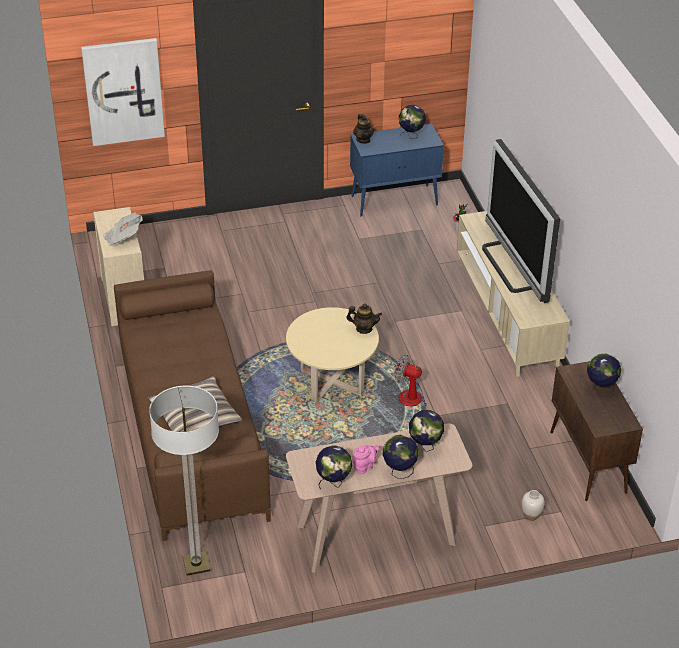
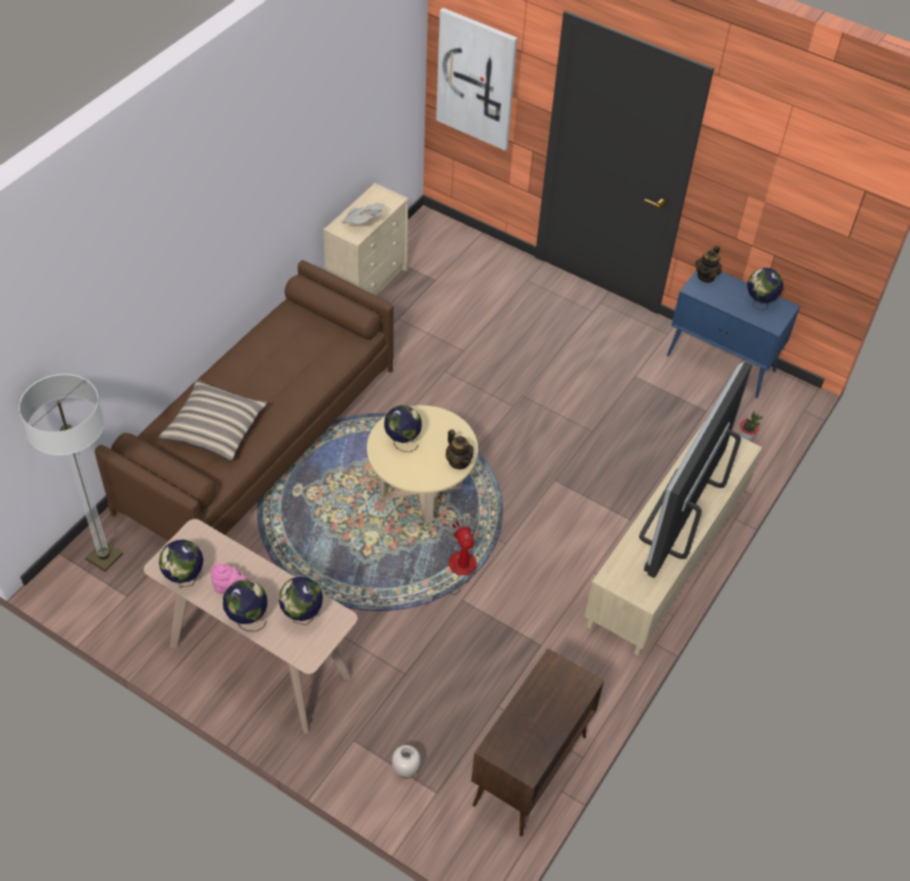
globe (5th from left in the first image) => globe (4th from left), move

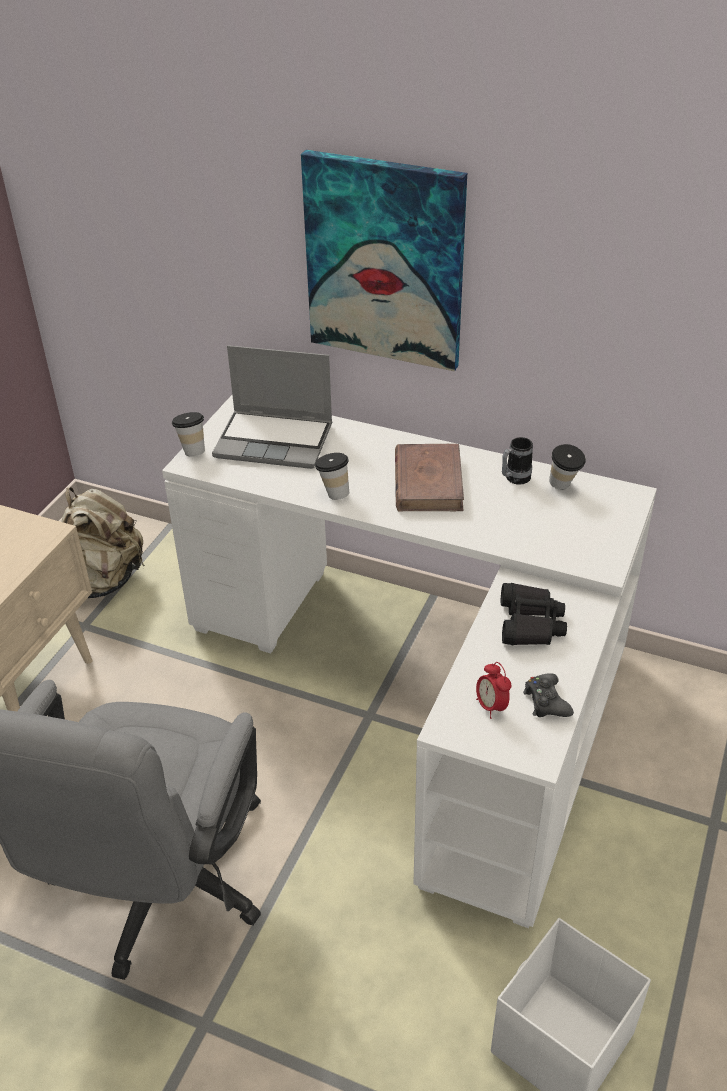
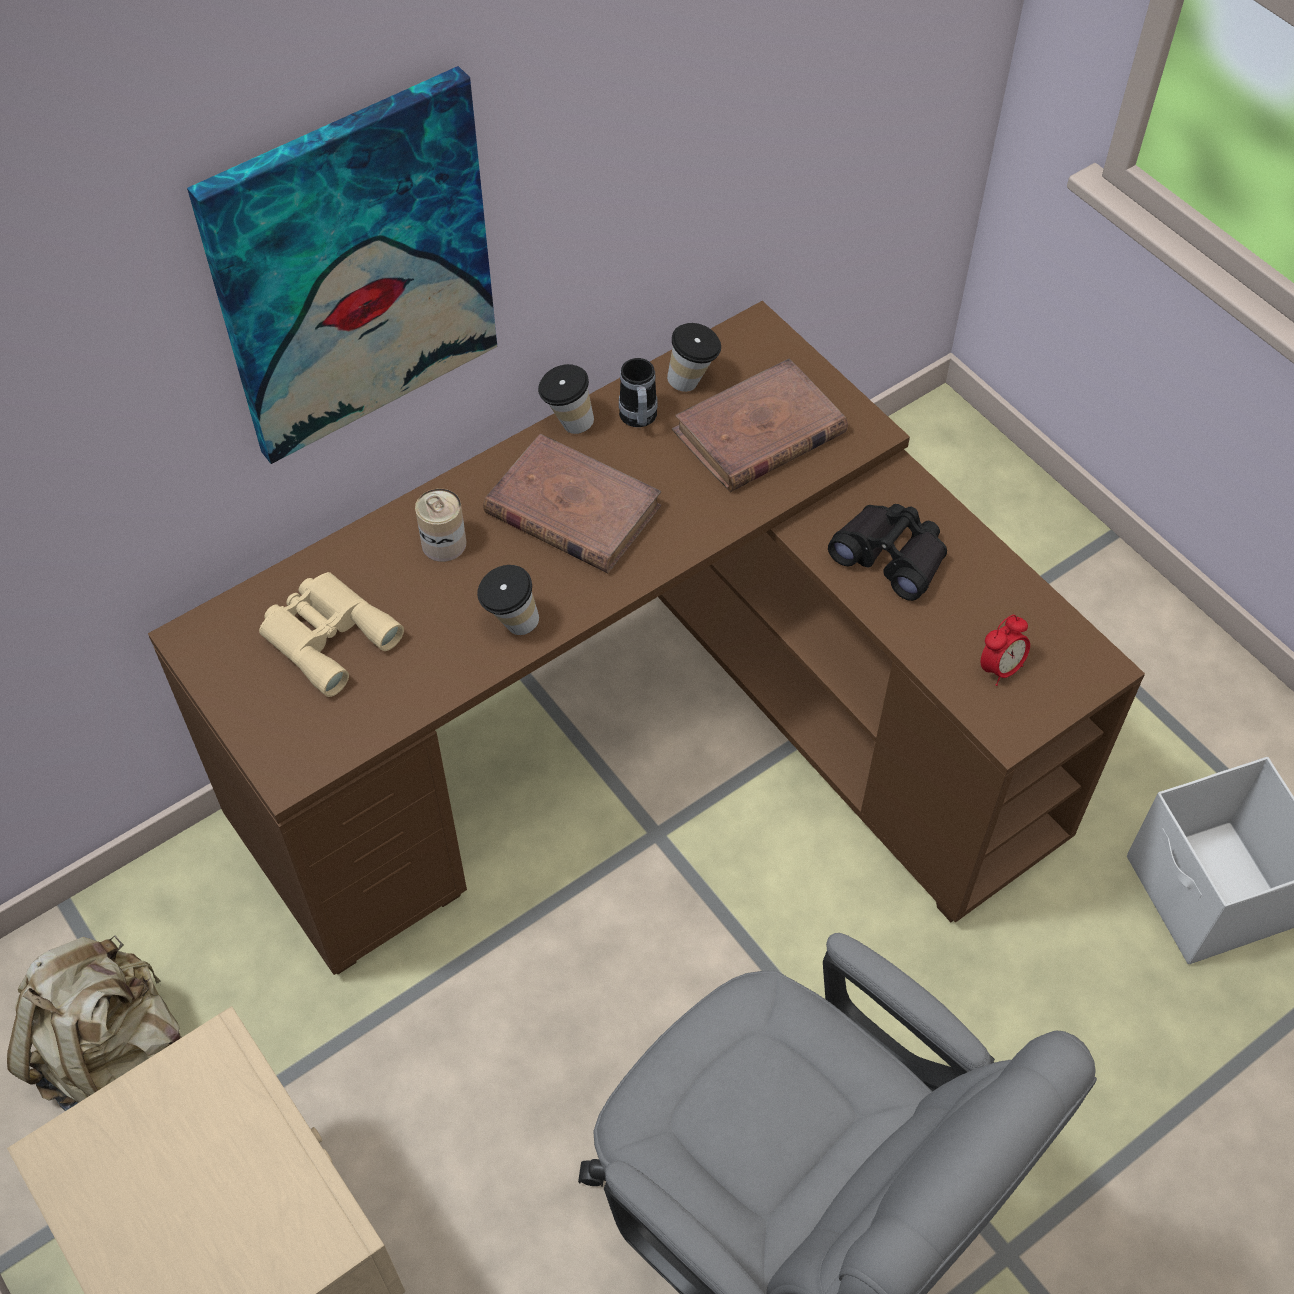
desk/white => desk/brown
laptop => binoculars/beige
nothing => can
cup (1st from left in the first image) => cup (2nd from left), move
nothing => book/brown (2nd from left)
alarm clock, 45 degrees counterclockwise
game controller/black => nothing

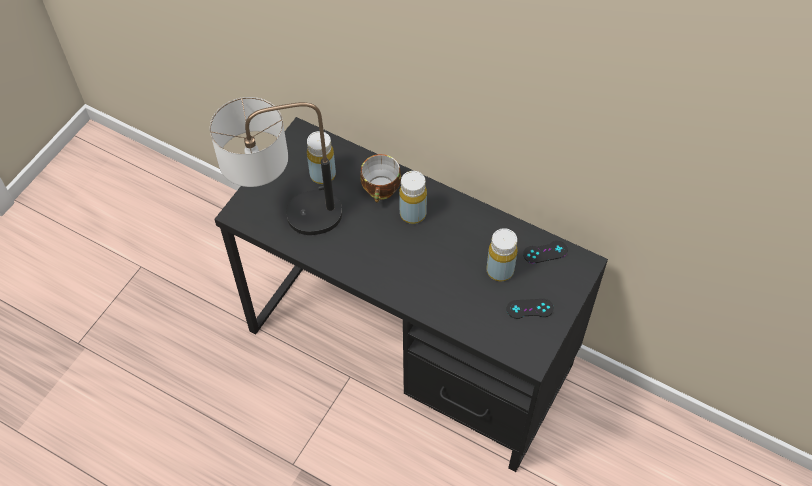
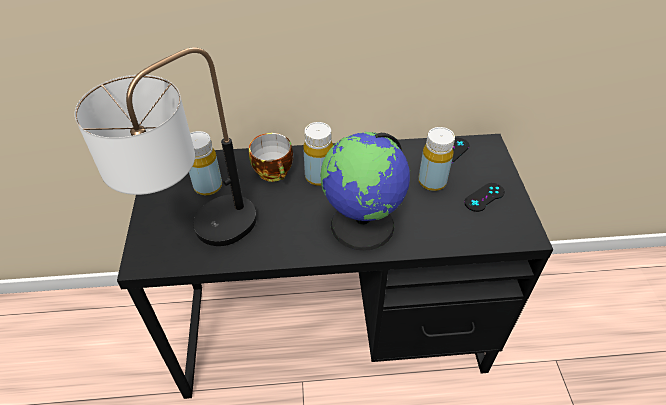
nothing => globe

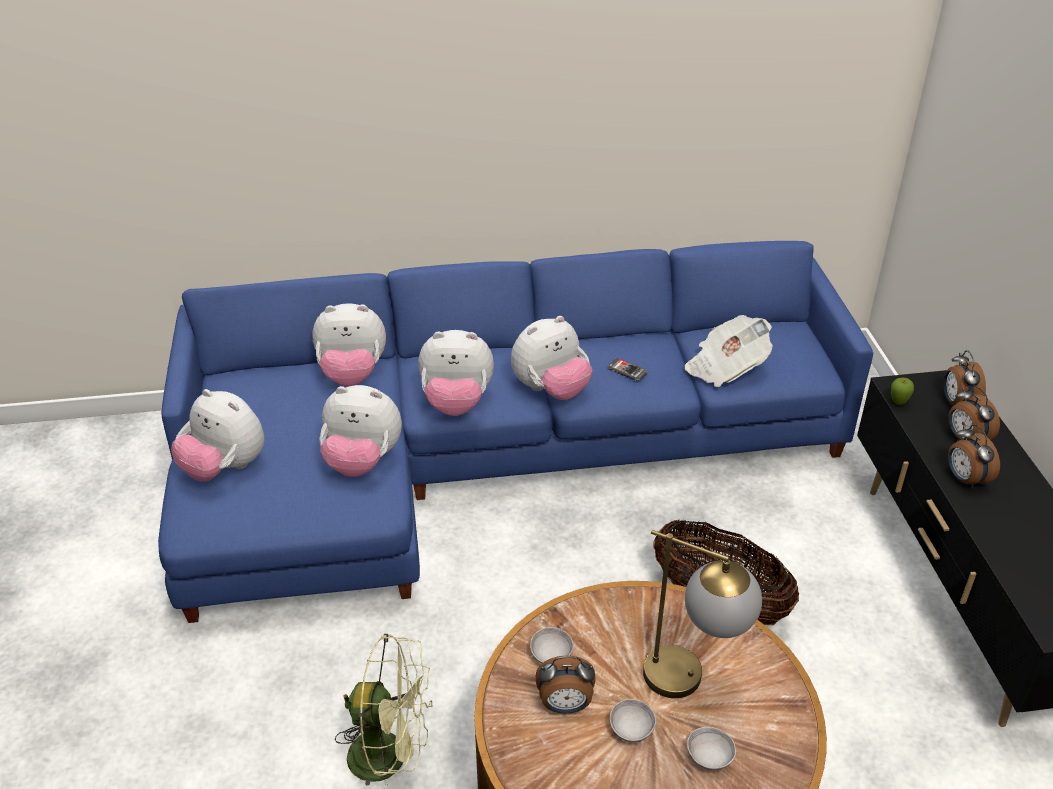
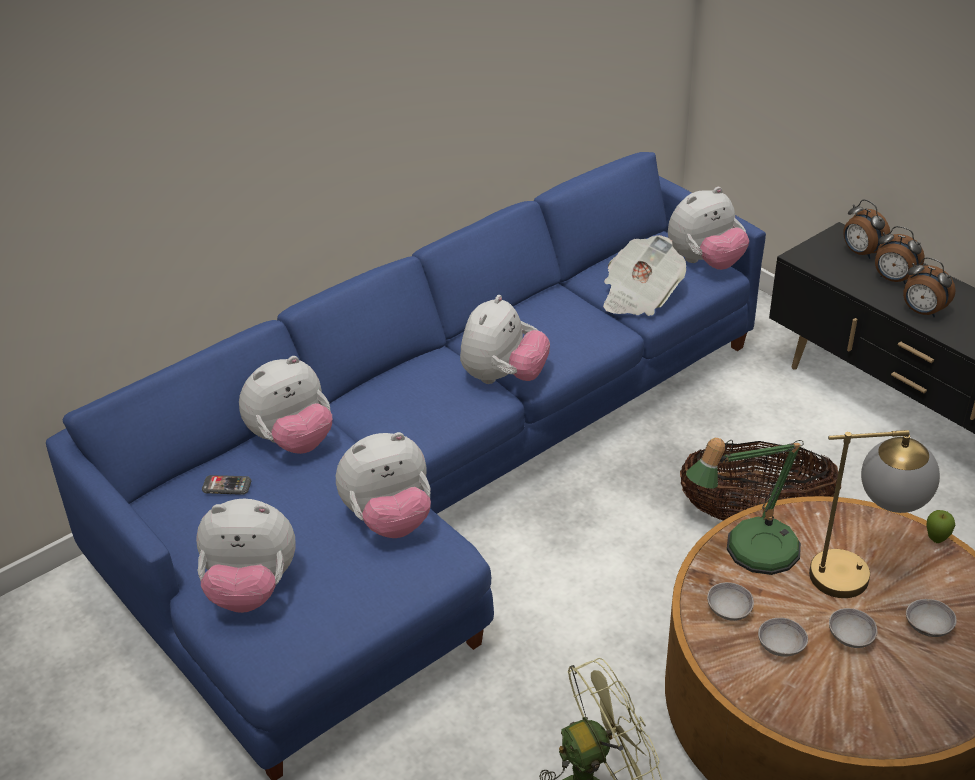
phone, move
plush toy (4th from left in the first image) => plush toy (5th from left), move
nothing => table lamp (1st from left)
alarm clock (1st from left) => bowl/grey (2nd from left)
apple, move

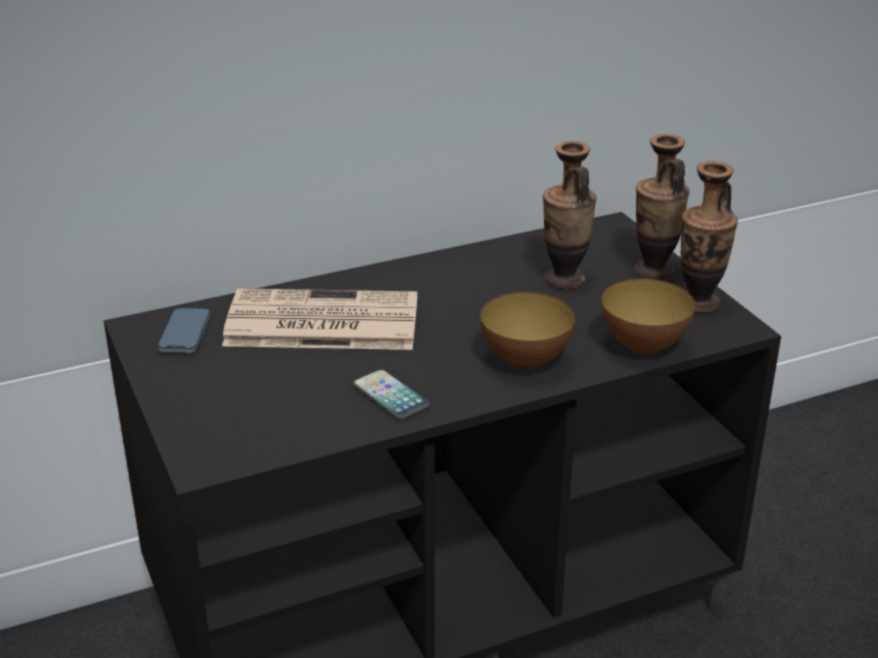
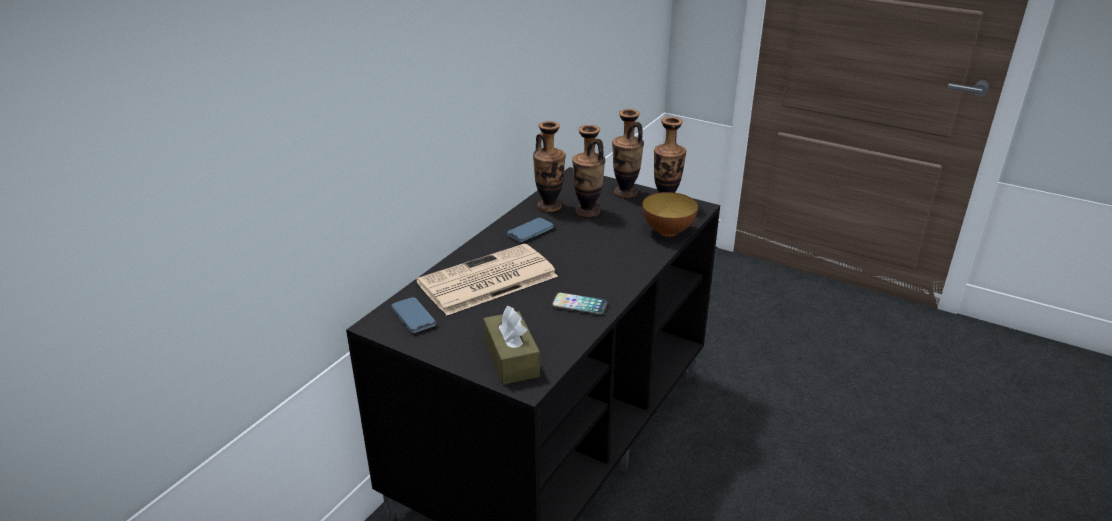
nothing => tissue box/brown
nothing => phone (2nd from left)
nothing => vase (1st from left)
bowl (1st from left) => nothing

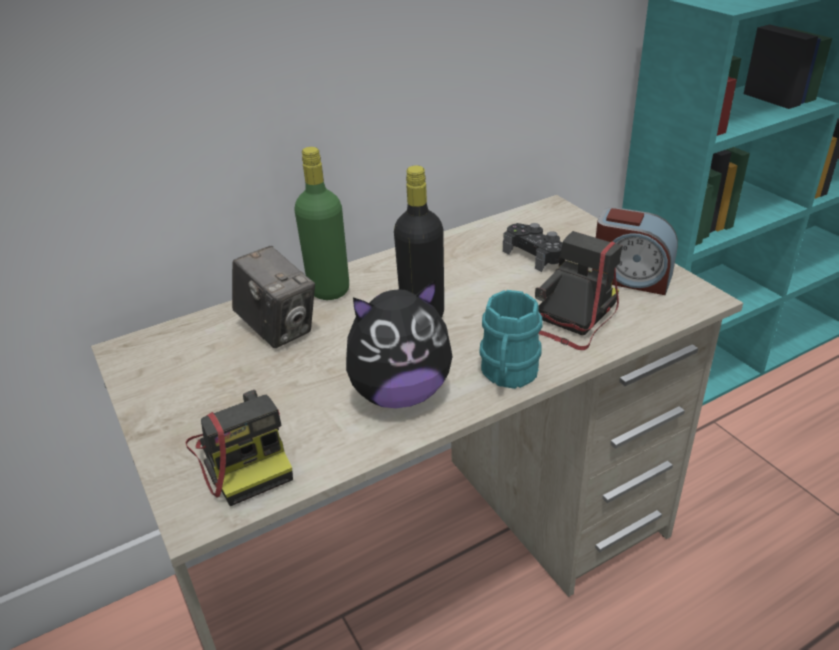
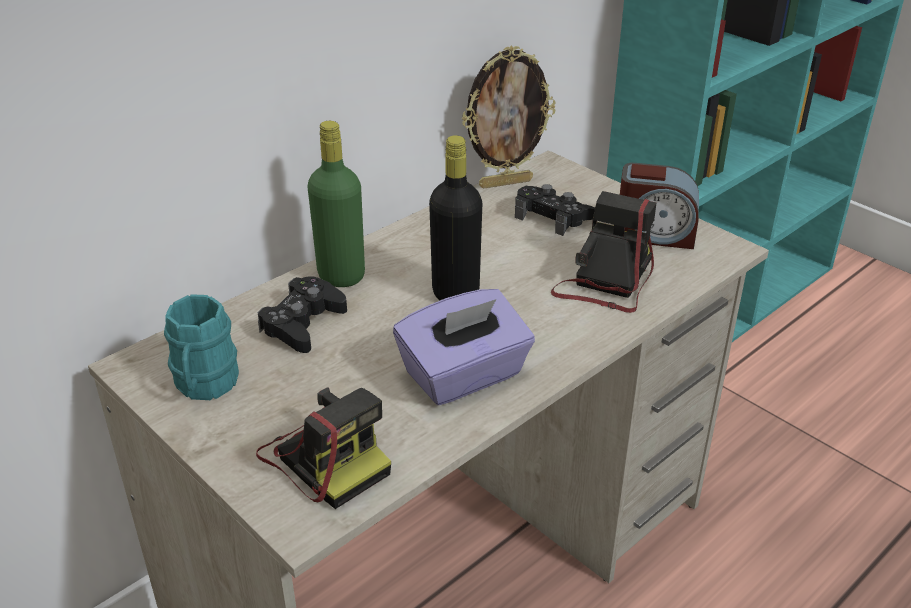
mug/turquoise, move
photo camera (2nd from left) => game controller/black (1st from left)
plush toy => tissue box/purple
nothing => picture frame

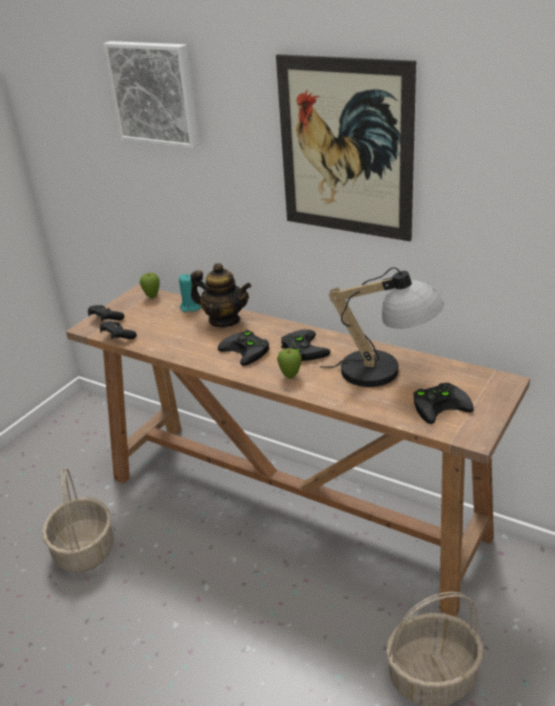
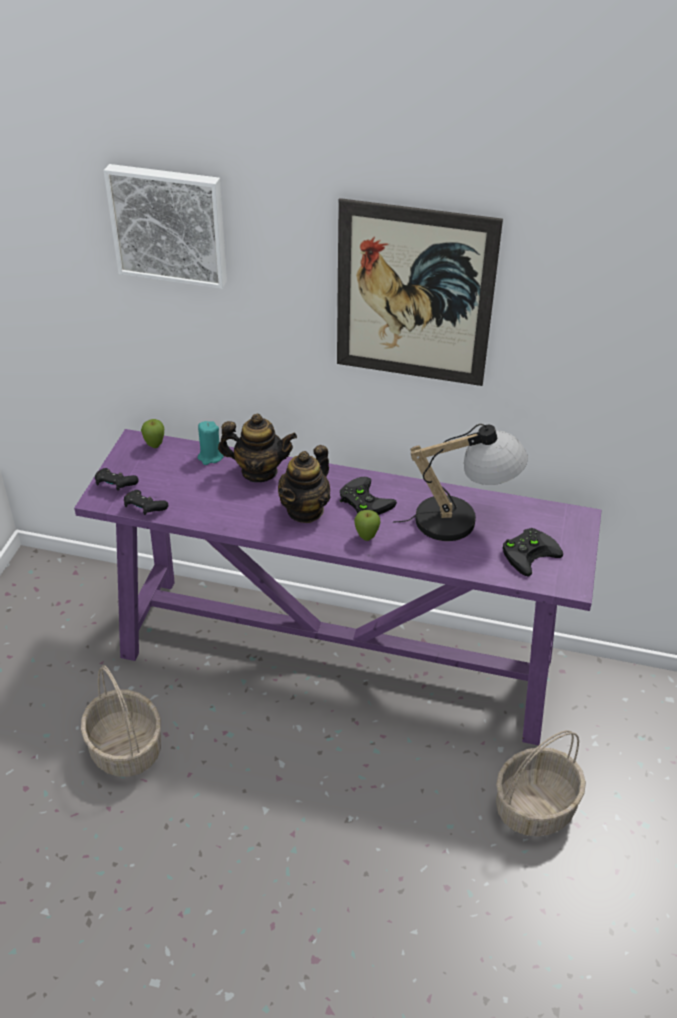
console table/brown => console table/purple
game controller/black (3rd from left) => teapot (2nd from left)

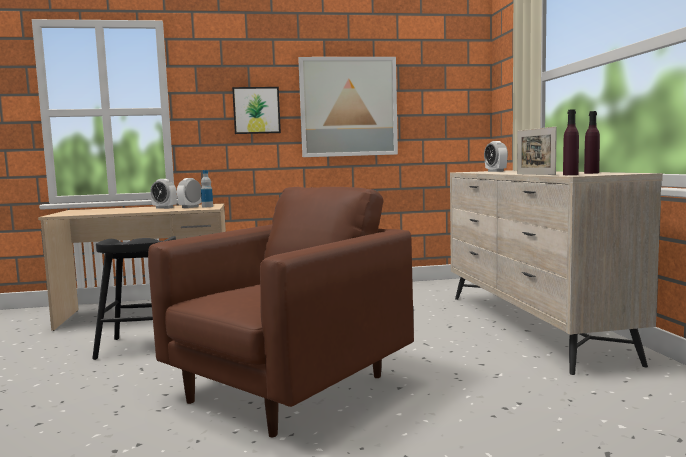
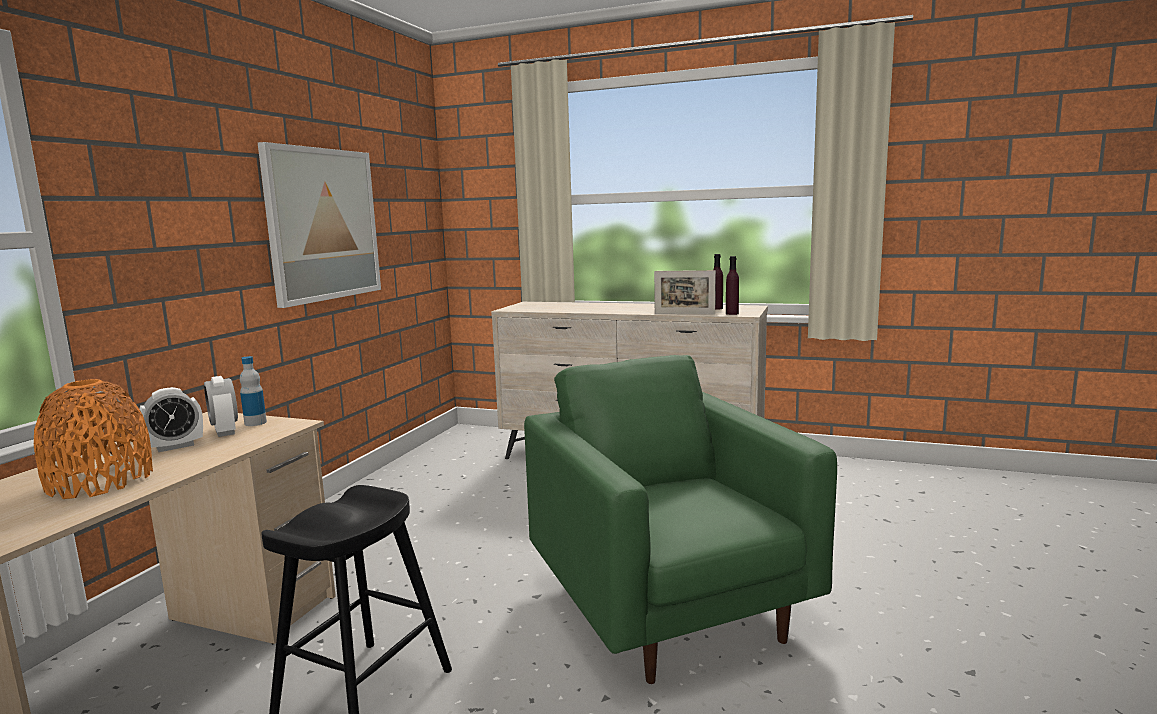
nothing => vase/orange
armchair/brown => armchair/green
picture (1st from left) => nothing
alarm clock (3rd from left) => nothing

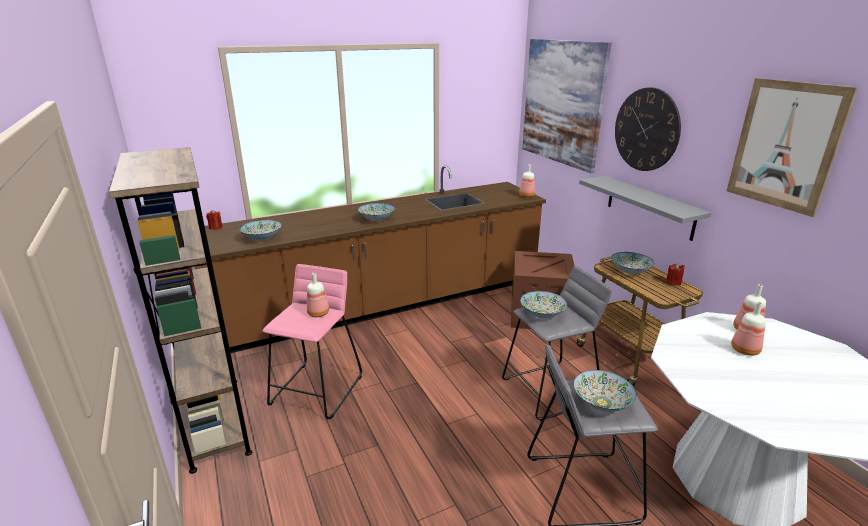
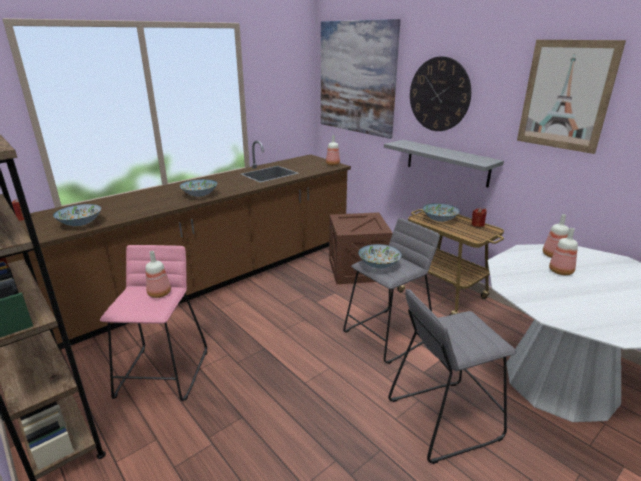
bowl (4th from left) => nothing

